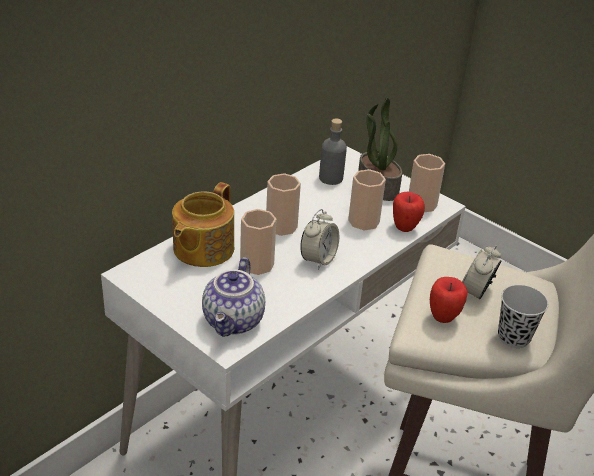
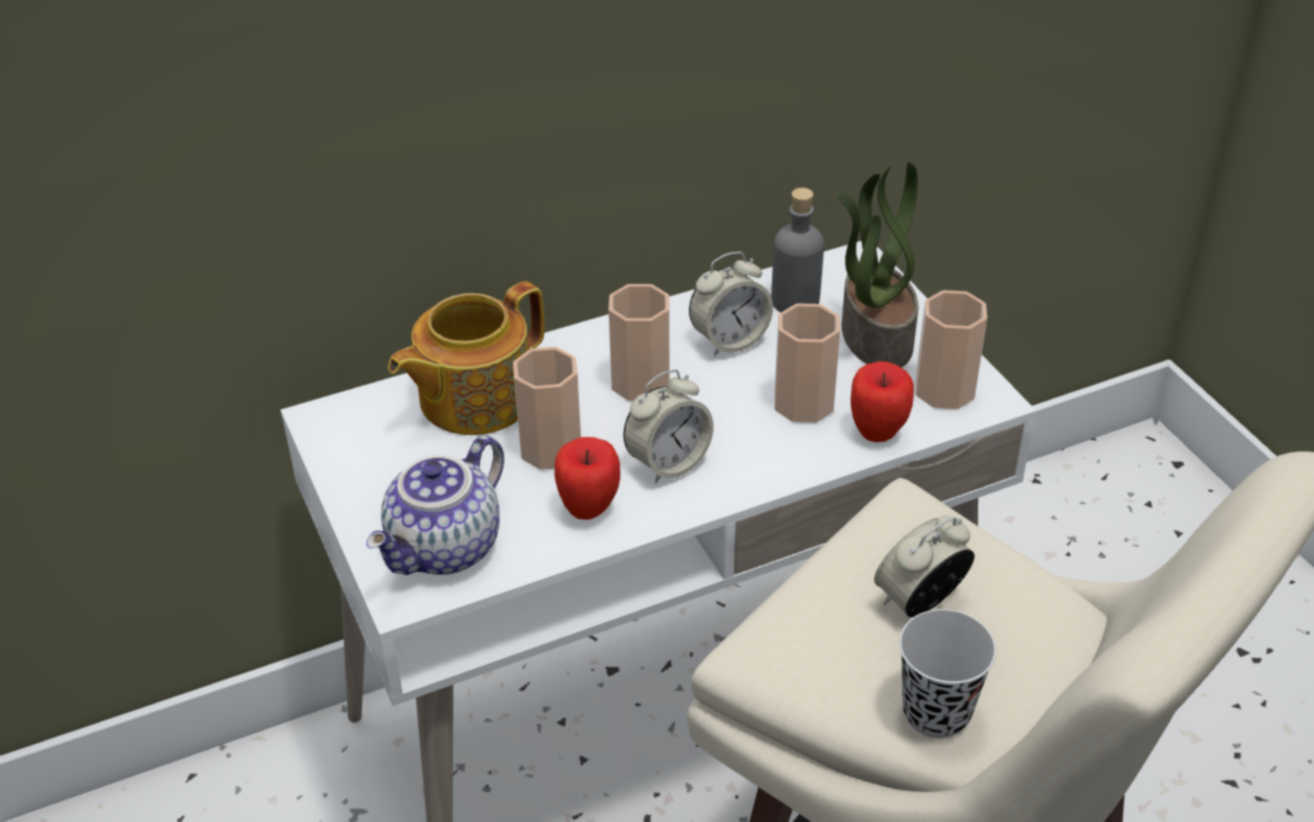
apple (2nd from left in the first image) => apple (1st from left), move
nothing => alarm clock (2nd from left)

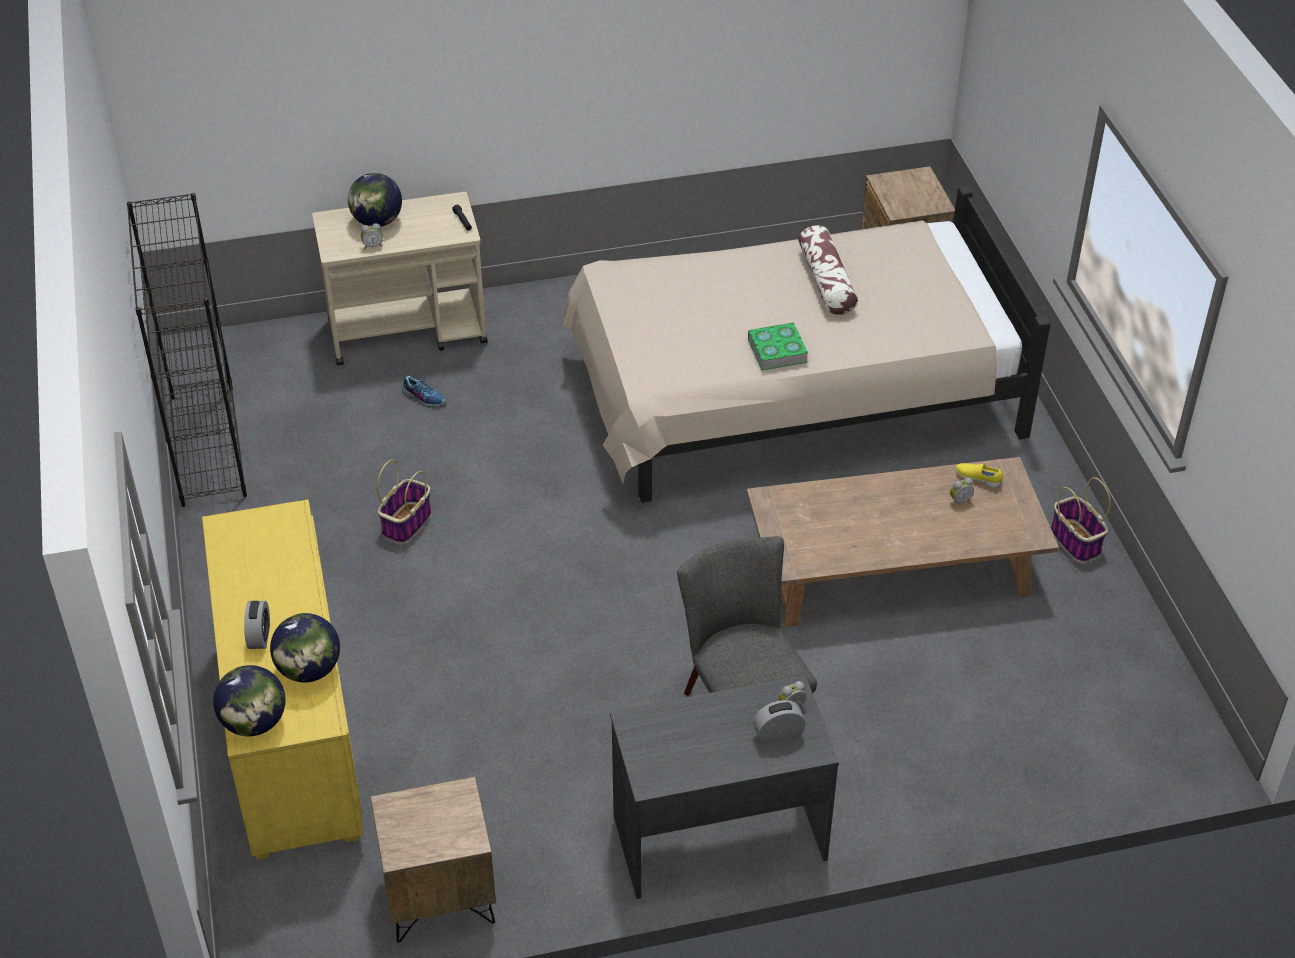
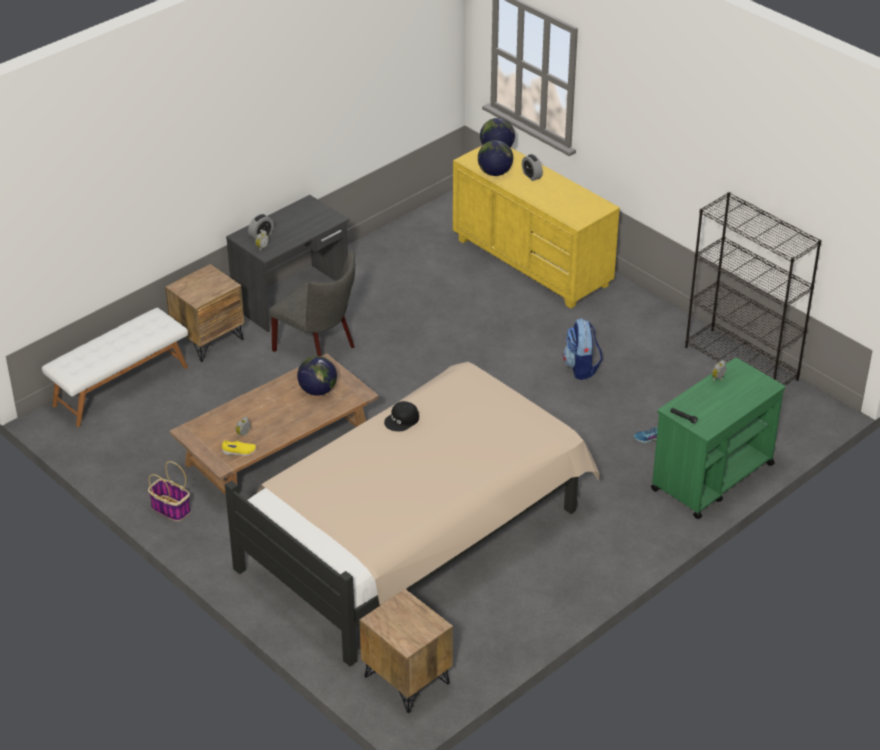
nothing => bench/white
nightstand/brown (1st from left), move
globe (3rd from left in the first image) => globe (1st from left), move
book => cap/black
basket (1st from left) => backpack
cart/beige => cart/green
pillow => nothing

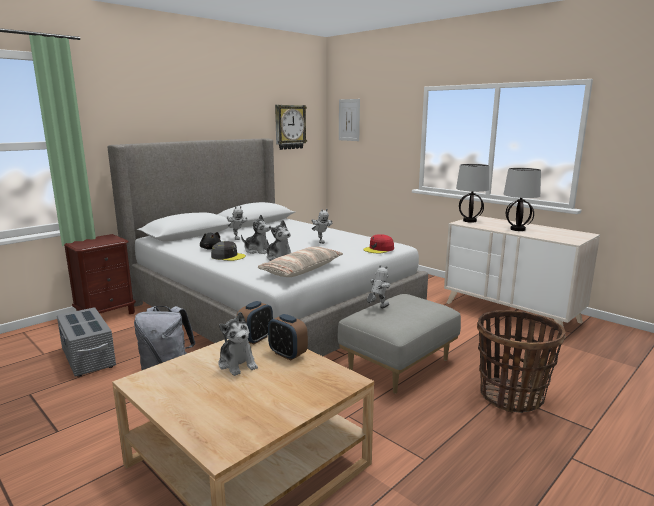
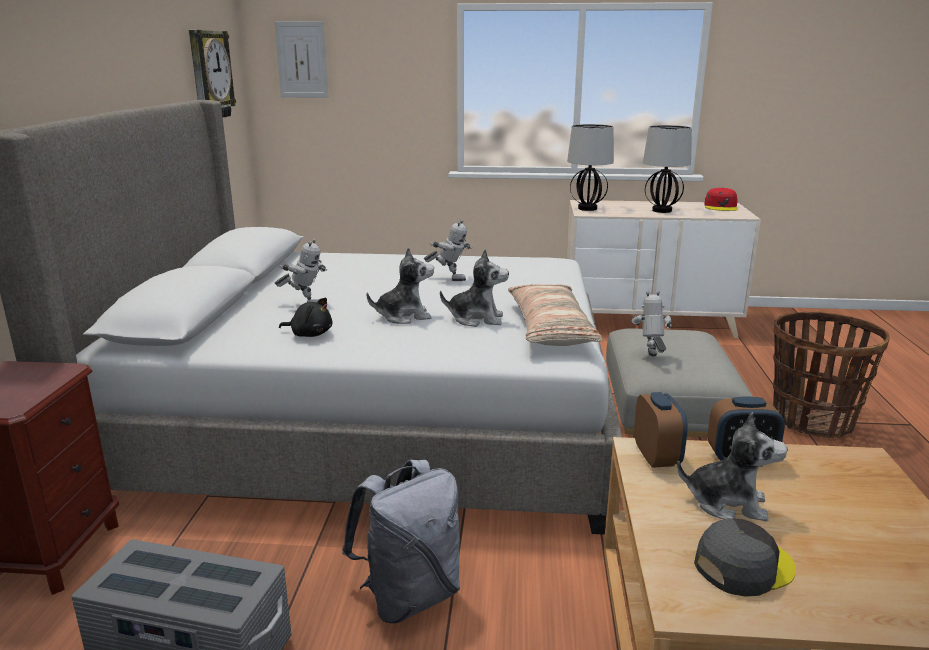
cap/grey, move
cap/red, move

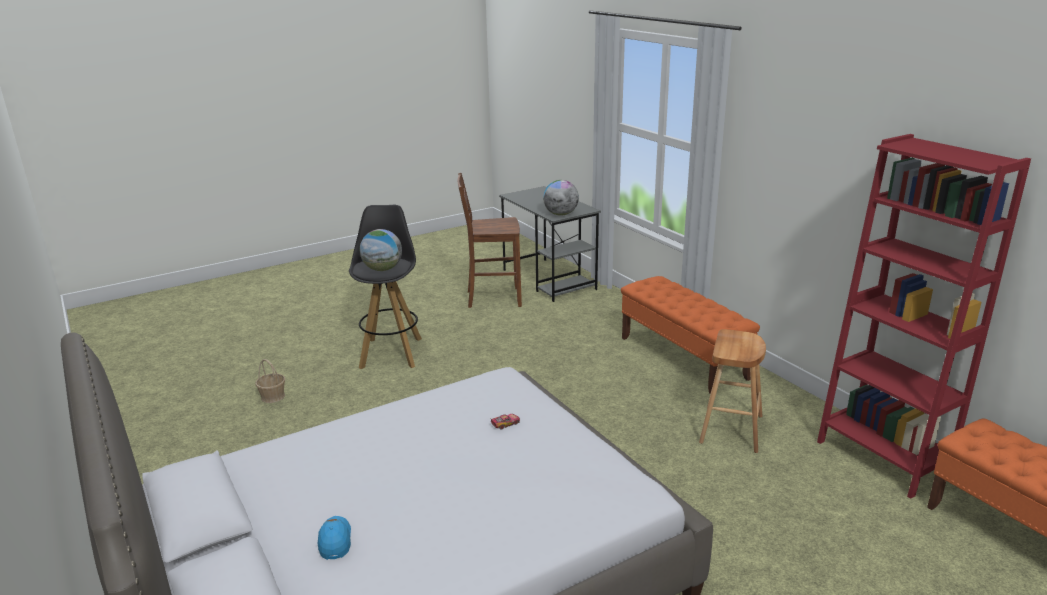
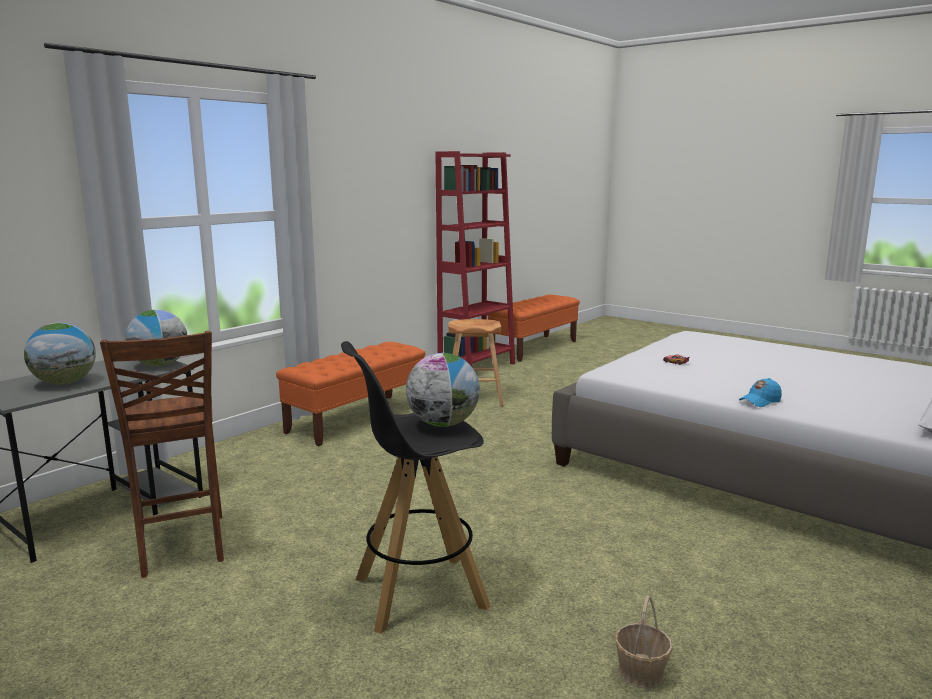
nothing => globe (1st from left)
cap/blue, move

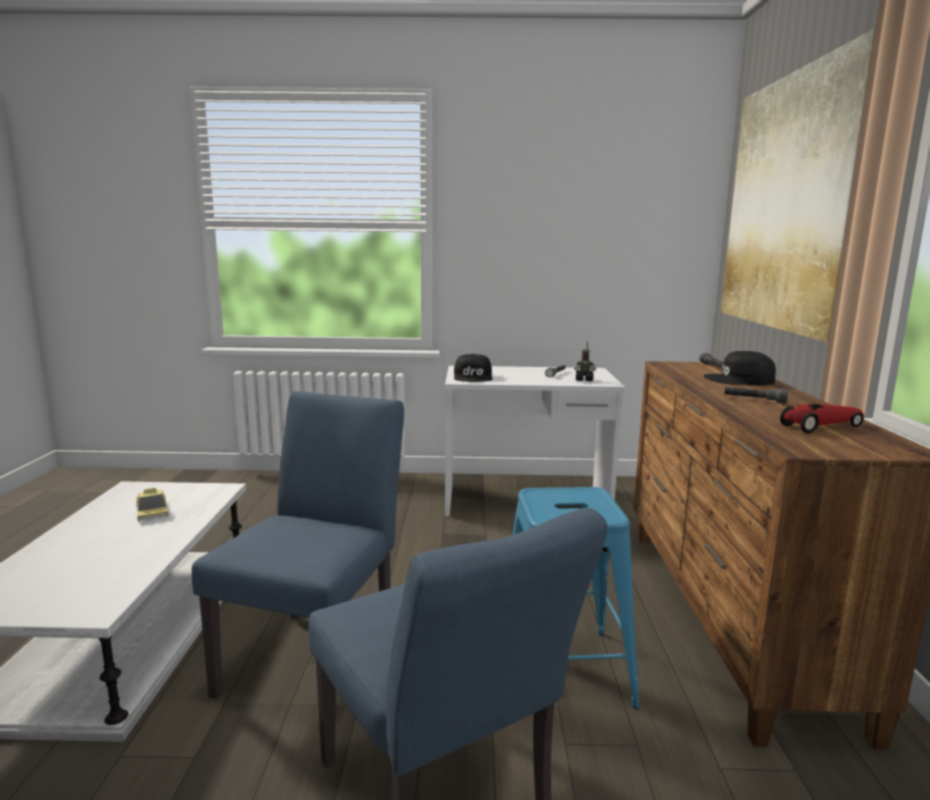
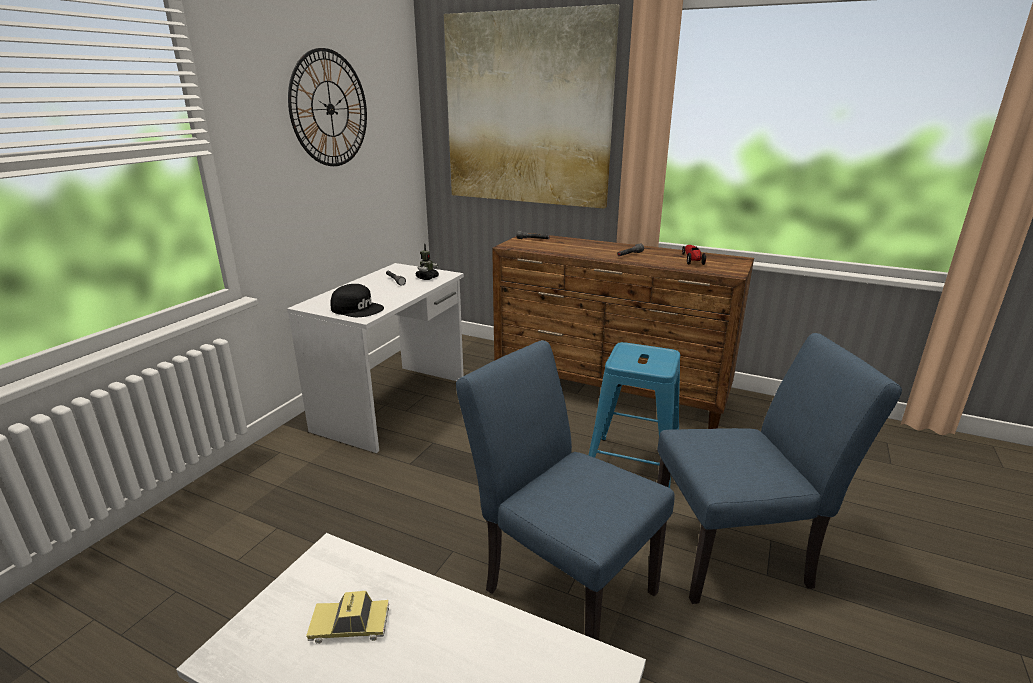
nothing => wall clock
cap/black (2nd from left) => nothing

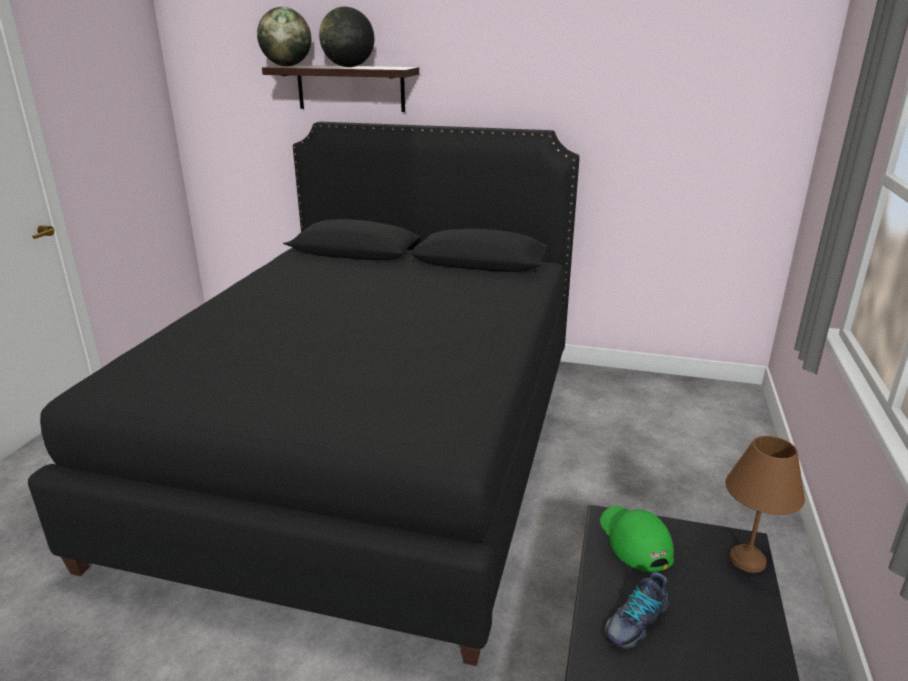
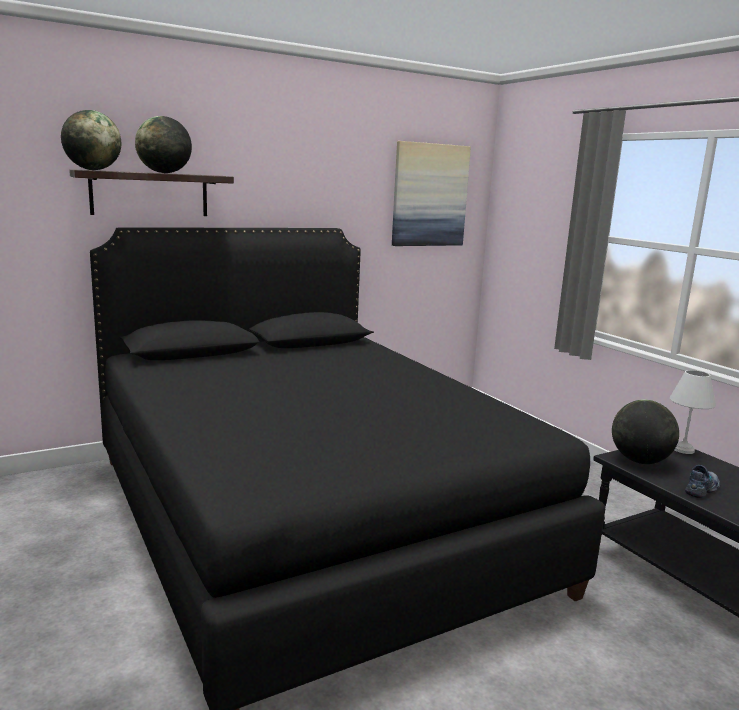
nothing => picture
cap/green => globe (3rd from left)
table lamp/brown => table lamp/white
shoe, 135 degrees counterclockwise

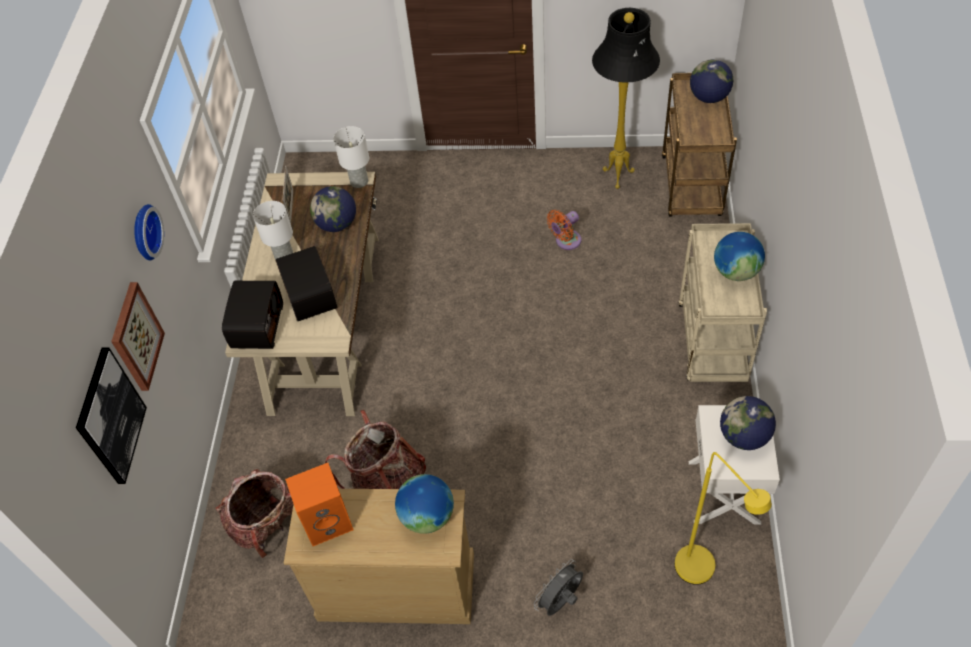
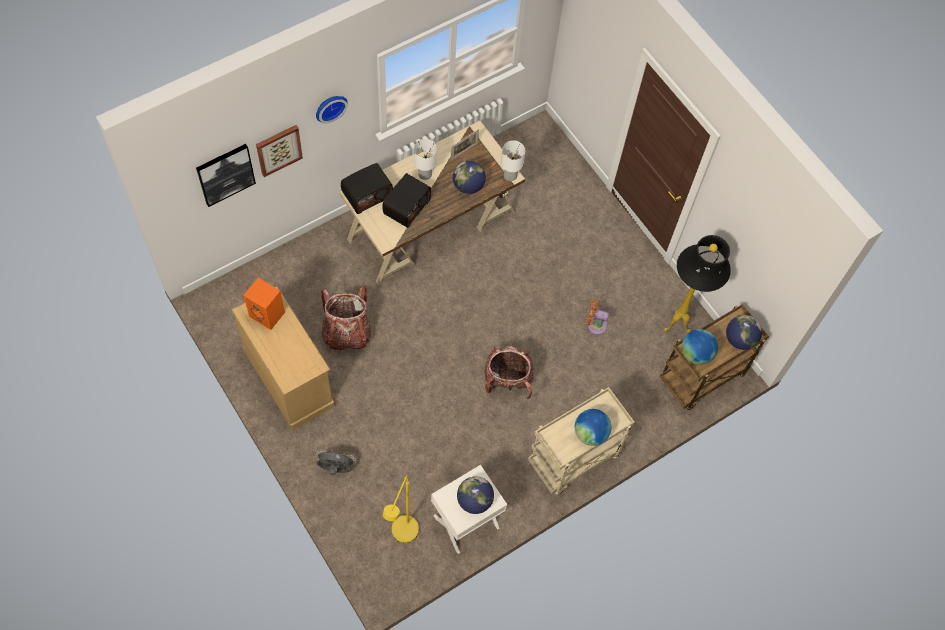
backpack (1st from left in the first image) => backpack (2nd from left), move
globe (2nd from left in the first image) => globe (4th from left), move

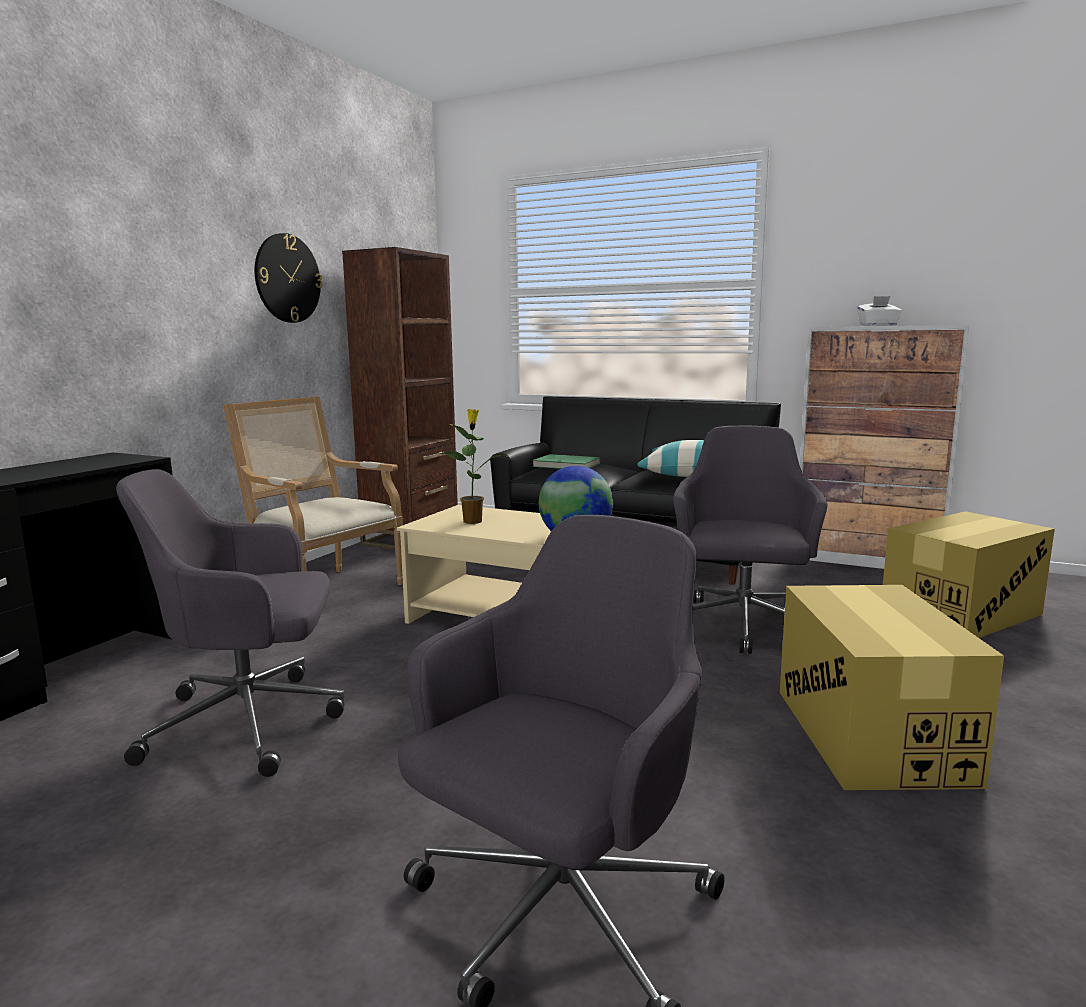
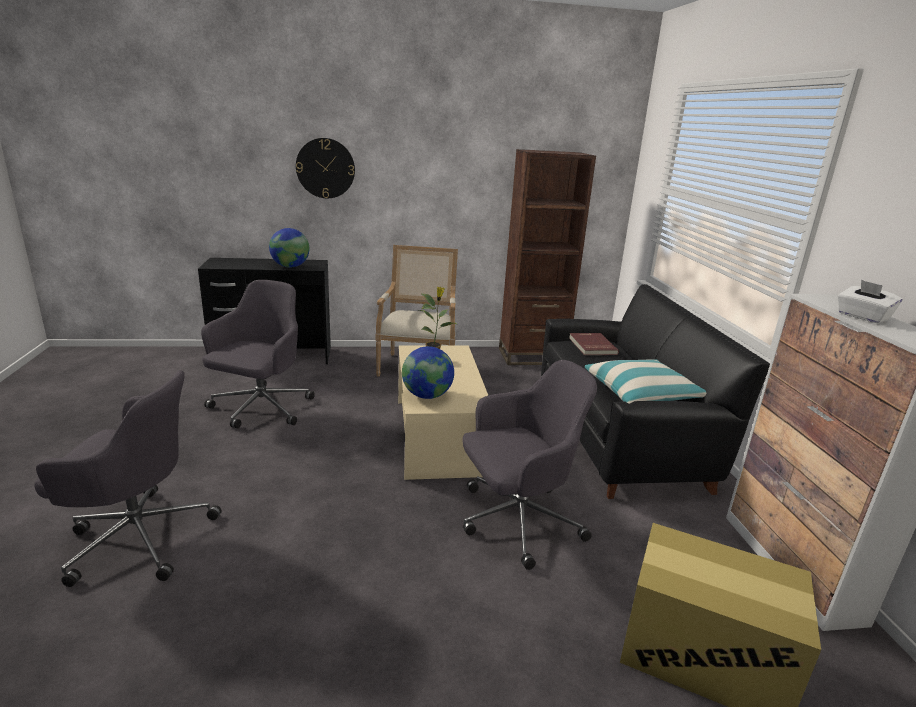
office chair/grey (1st from left in the first image) => office chair/grey (2nd from left), 60 degrees clockwise
nothing => globe (1st from left)
wall clock, move
book/green => book/red
cardboard box (1st from left) => nothing

